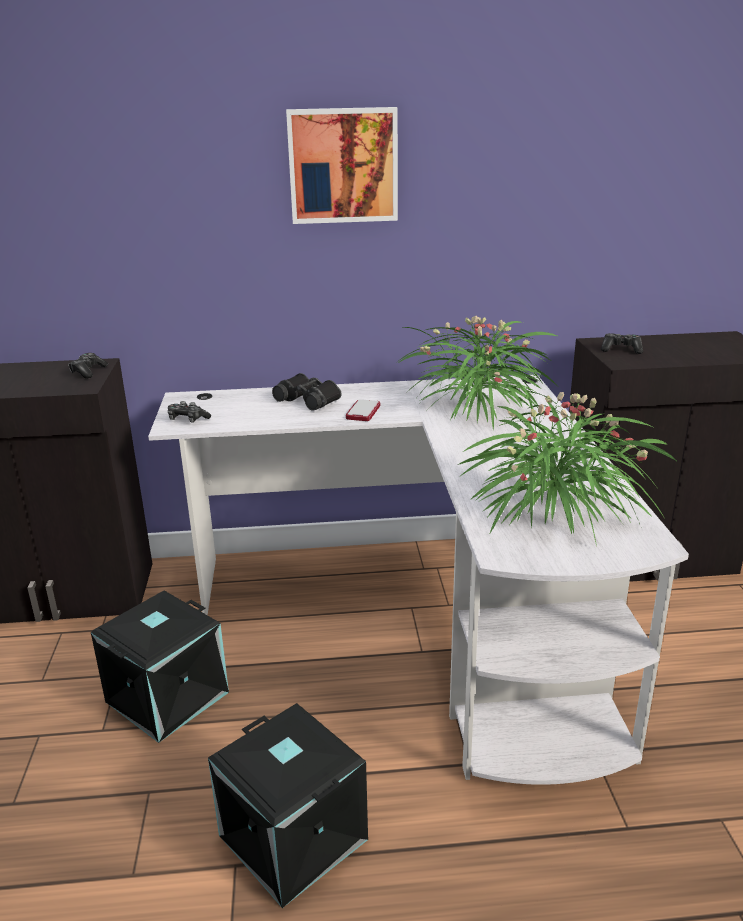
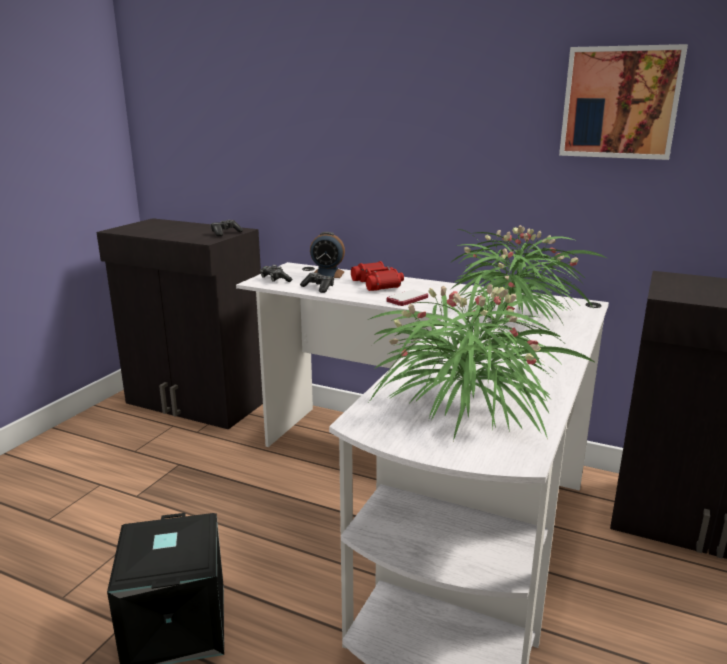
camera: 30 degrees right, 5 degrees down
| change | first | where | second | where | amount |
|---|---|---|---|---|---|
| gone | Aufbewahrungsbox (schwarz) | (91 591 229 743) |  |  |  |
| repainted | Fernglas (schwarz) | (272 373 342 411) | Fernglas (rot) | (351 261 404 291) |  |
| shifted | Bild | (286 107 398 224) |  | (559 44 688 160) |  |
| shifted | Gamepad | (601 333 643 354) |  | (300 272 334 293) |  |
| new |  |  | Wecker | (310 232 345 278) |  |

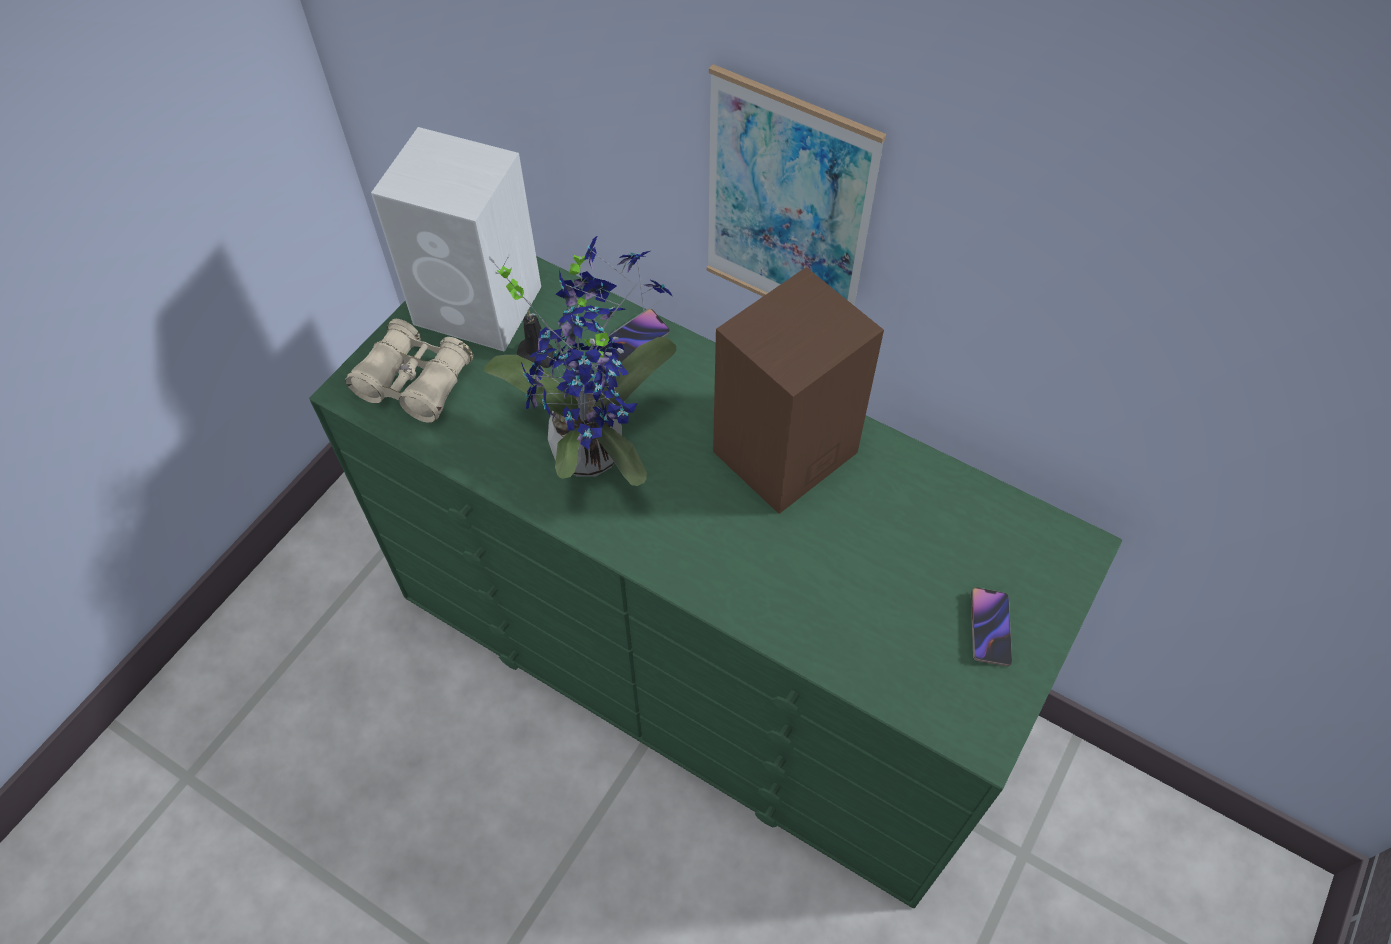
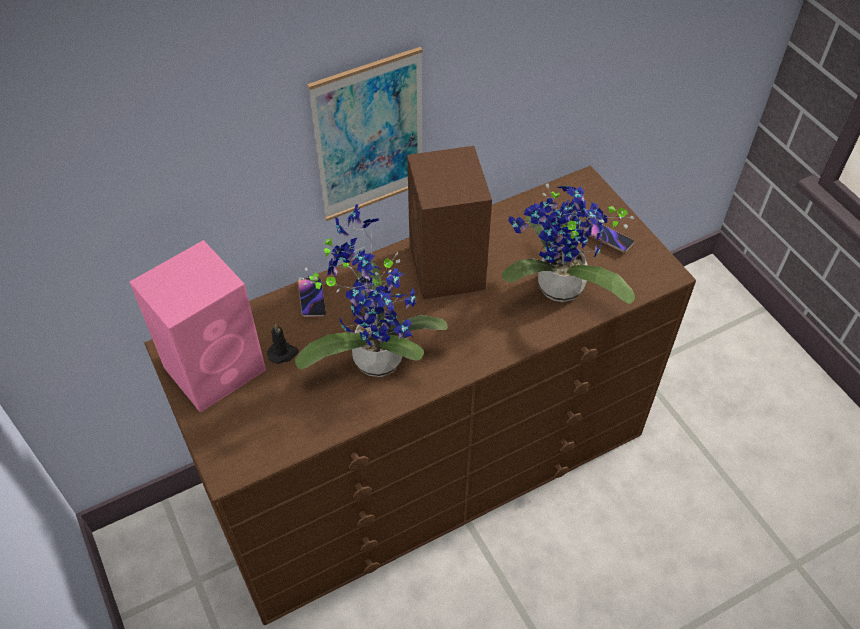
camera: 60 degrees left, 5 degrees down
| change | first | where | second | where | amount |
|---|---|---|---|---|---|
| repainted | Kommode (grün) | (309 256 1122 908) | Kommode (braun) | (144 166 696 625) |  |
| gone | Fernglas (beige) | (345 319 473 423) |  |  |  |
| repainted | Lautsprecher (weiß) | (371 127 541 352) | Lautsprecher (rosa) | (130 240 266 413) |  |
| new |  |  | Topfpflanze | (502 184 635 304) |  |

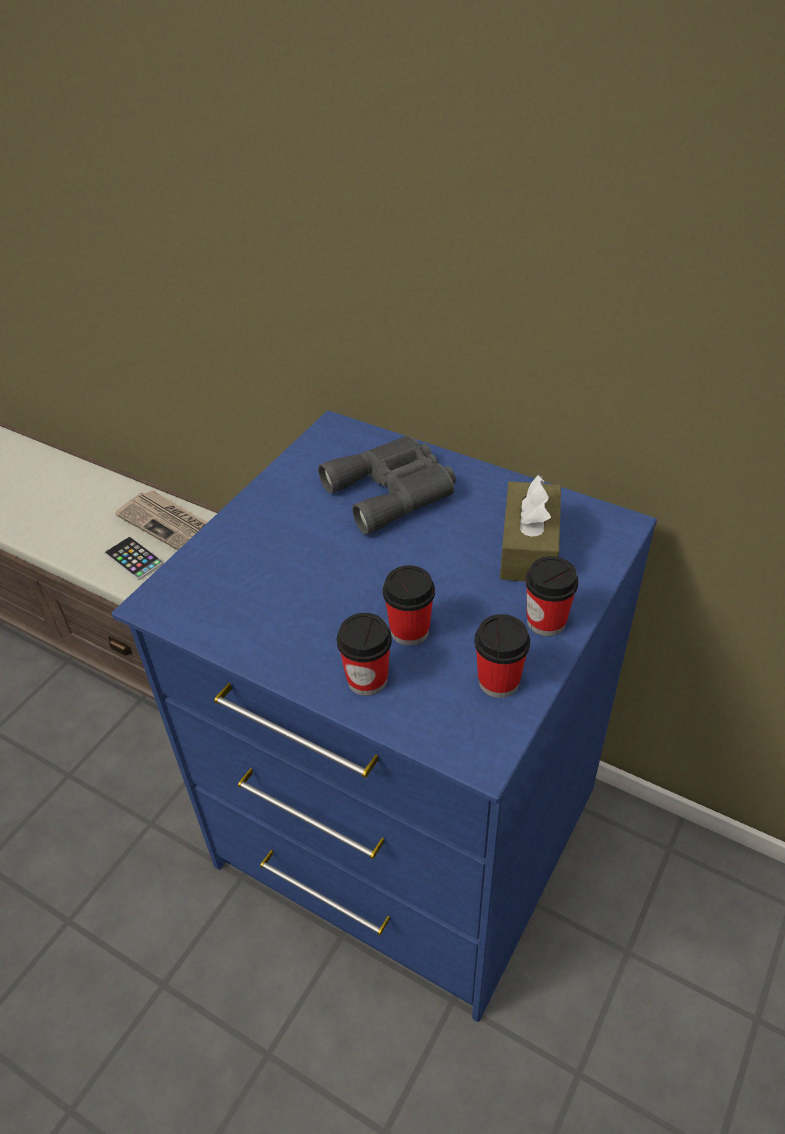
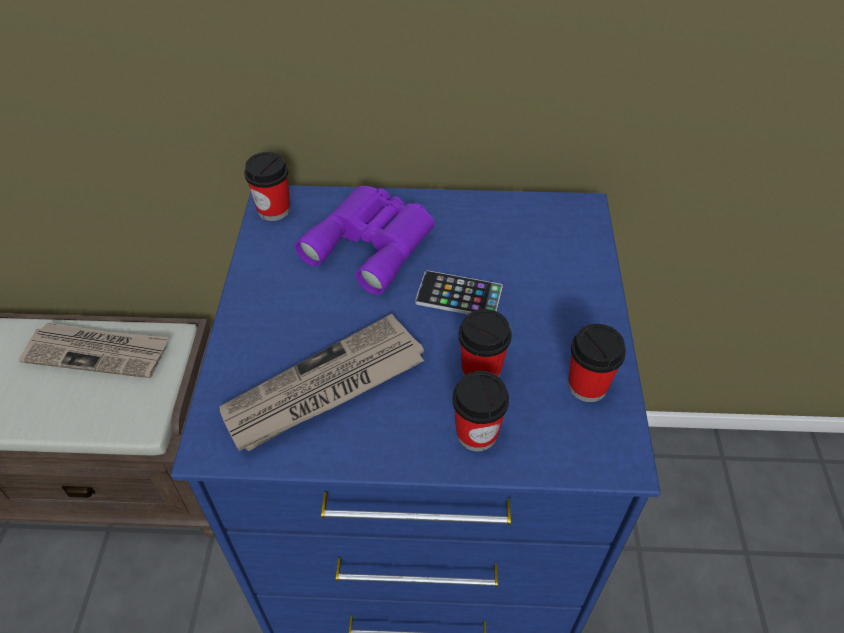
camera: 30 degrees left, 5 degrees up
| change | first | where | second | where | amount |
|---|---|---|---|---|---|
| shifted | Handy | (104 536 164 580) |  | (415 270 503 314) |  |
| repainted | Fernglas (grau) | (318 436 456 535) | Fernglas (lila) | (295 186 435 295) |  |
| gone | Taschentuchbox (braun) | (500 475 561 581) |  |  |  |
| shifted | Tasse | (525 556 579 636) |  | (244 152 290 221) |  |
| new |  |  | Zeitung | (219 314 424 451) |  |

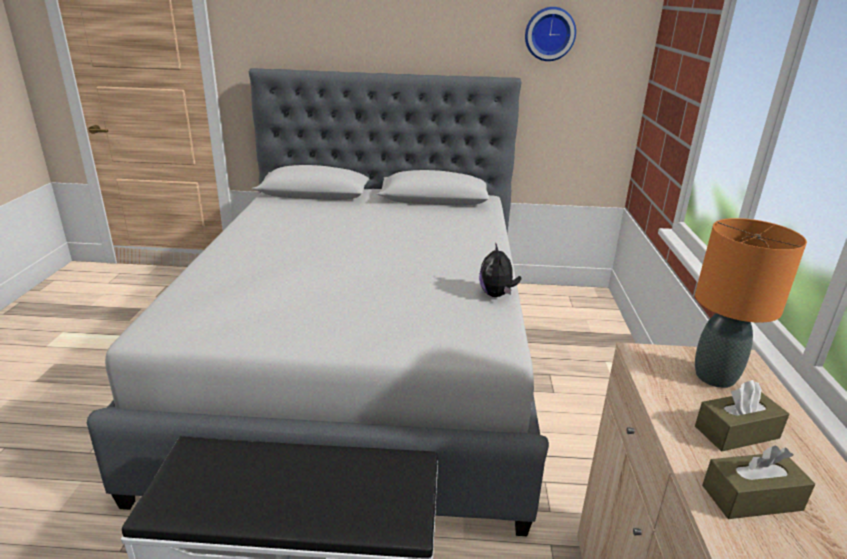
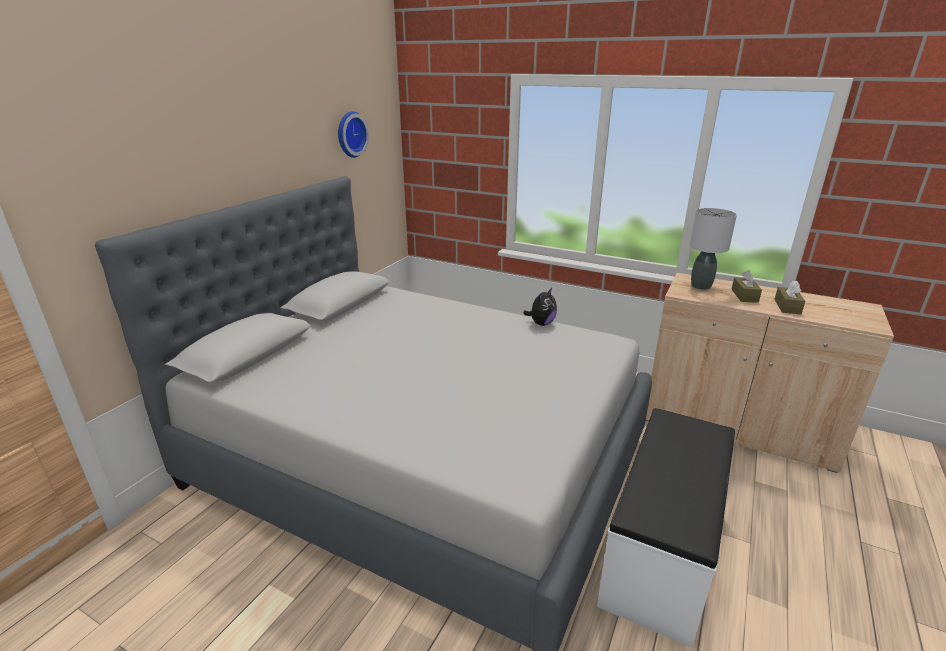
camera: 65 degrees left, 0 degrees up
| change | first | where | second | where | amount |
|---|---|---|---|---|---|
| rotated | Plüschtier | (479 242 521 297) |  | (523 288 557 326) | 75 degrees counterclockwise |
| repainted | Tischlampe (orange) | (695 218 807 388) | Tischlampe (grau) | (690 208 737 290) |  |

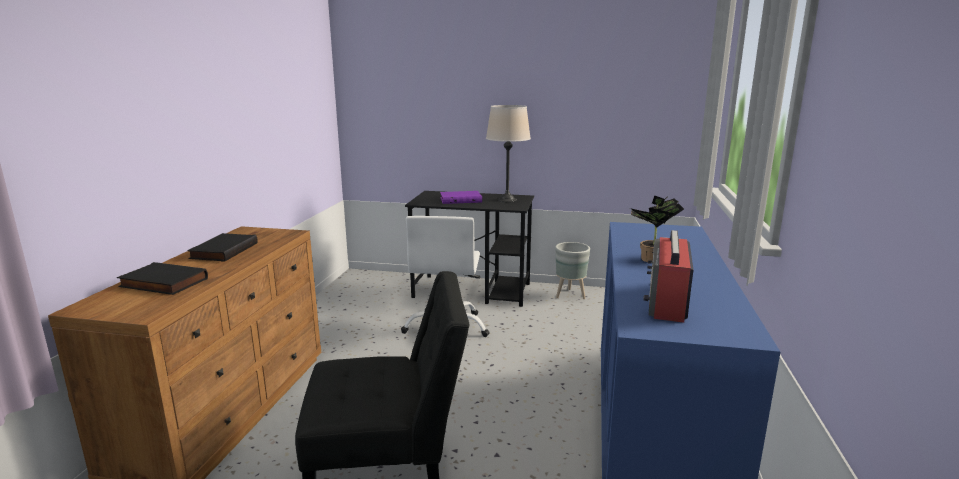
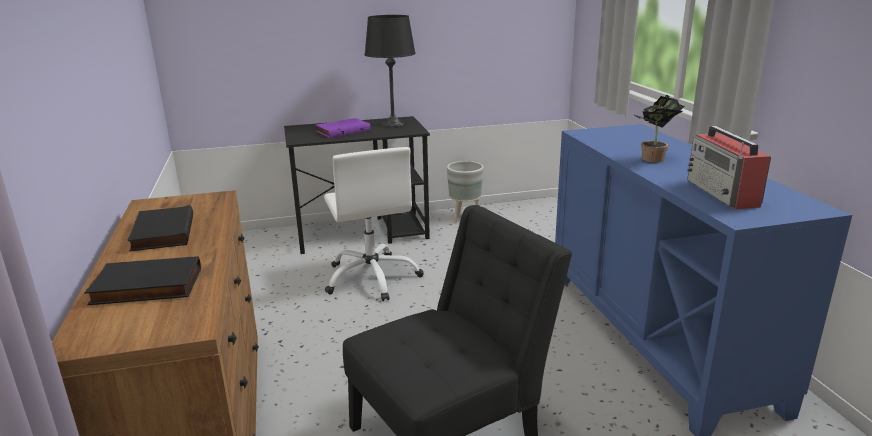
camera: 25 degrees left, 5 degrees up
| change | first | where | second | where | amount |
|---|---|---|---|---|---|
| repainted | Tischlampe (beige) | (486 105 531 202) | Tischlampe (schwarz) | (364 15 416 127) |  |

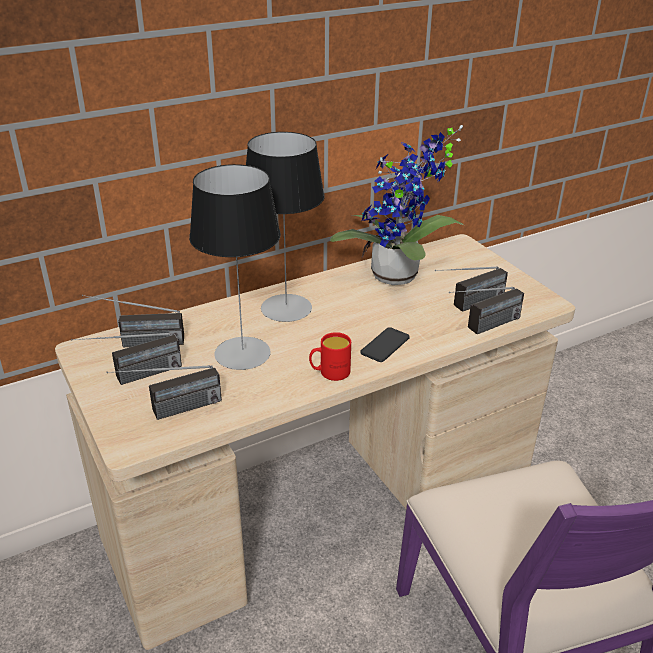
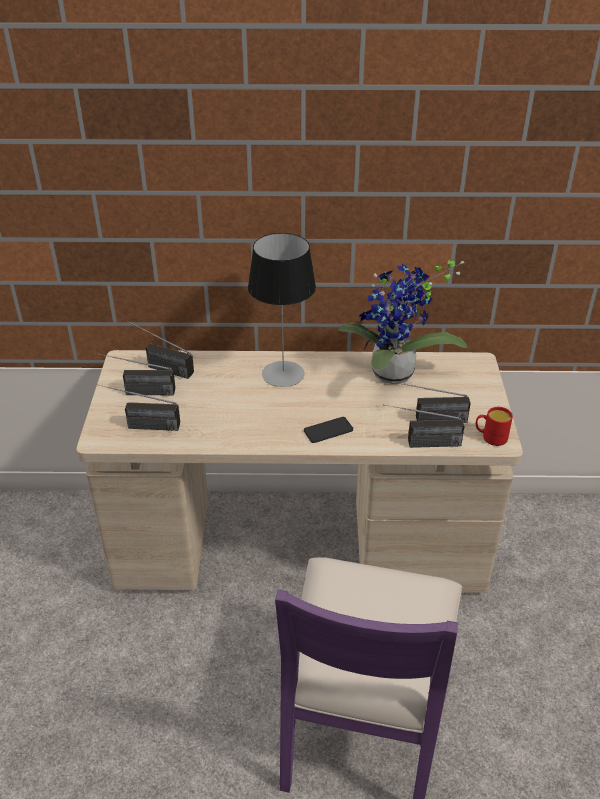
camera: 30 degrees right, 5 degrees up
| change | first | where | second | where | amount |
|---|---|---|---|---|---|
| gone | Tischlampe | (189 164 281 370) |  |  |  |
| shifted | Henkelbecher (rot) | (309 332 351 381) |  | (476 407 513 446) |  |

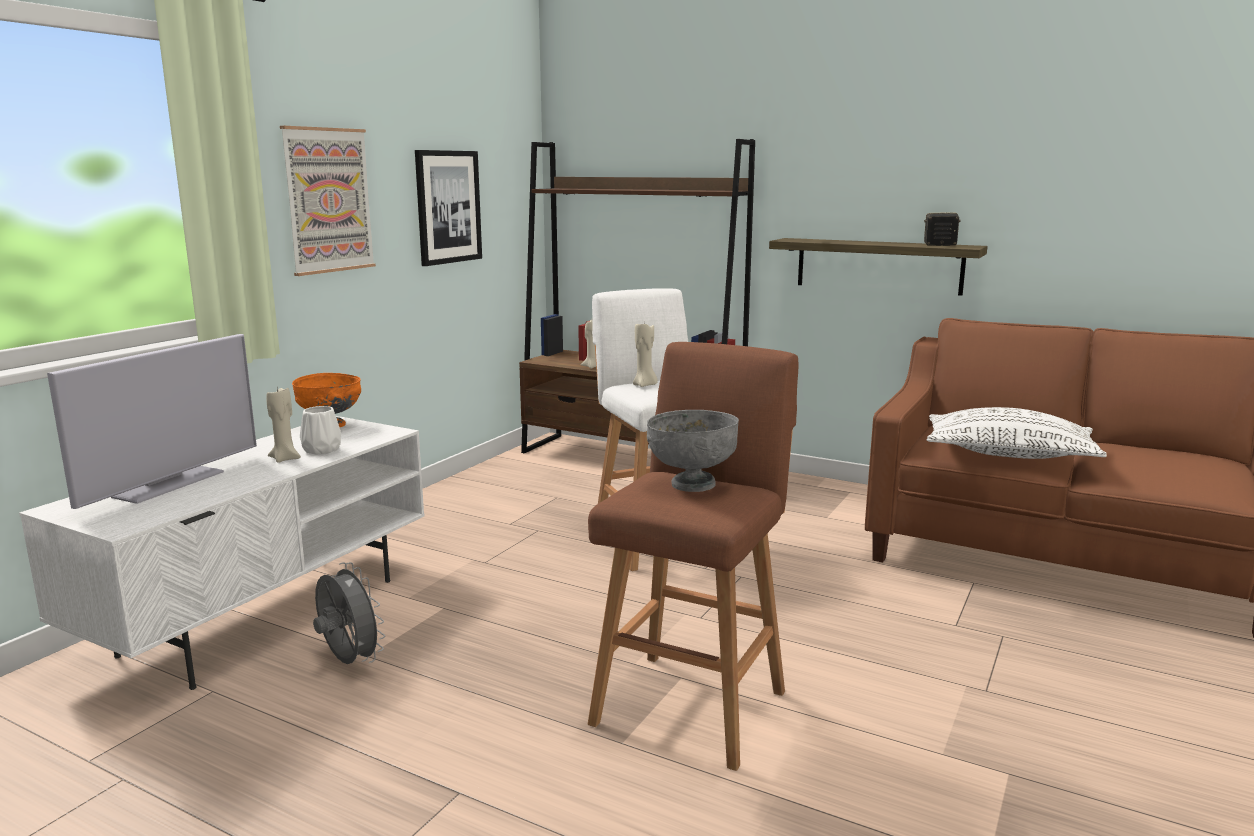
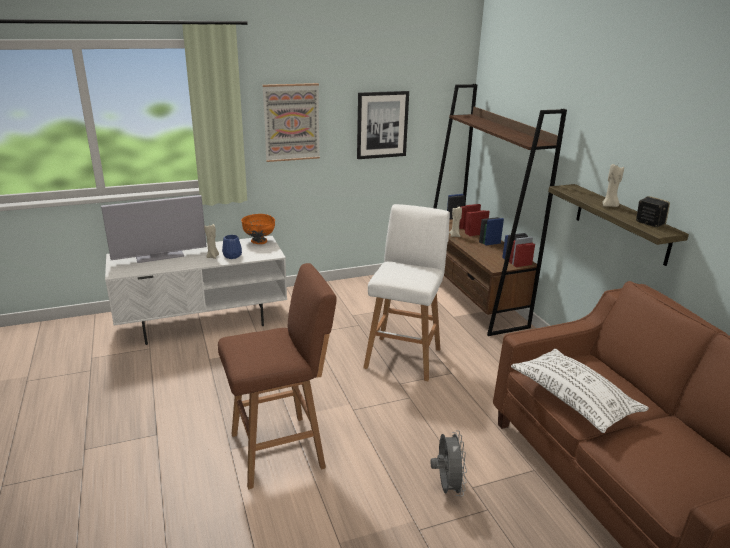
camera: 40 degrees right, 10 degrees up
| change | first | where | second | where | amount |
|---|---|---|---|---|---|
| repainted | Vase (weiß) | (300 406 341 454) | Vase (blau) | (222 235 242 259) |  |
| shifted | Ventilator (grau) | (313 562 385 664) |  | (431 430 467 496) |  |
| shifted | Kerze (beige) | (633 321 658 387) |  | (602 164 624 207) |  |
| gone | Schüssel (grau) | (647 410 739 492) |  |  |  |

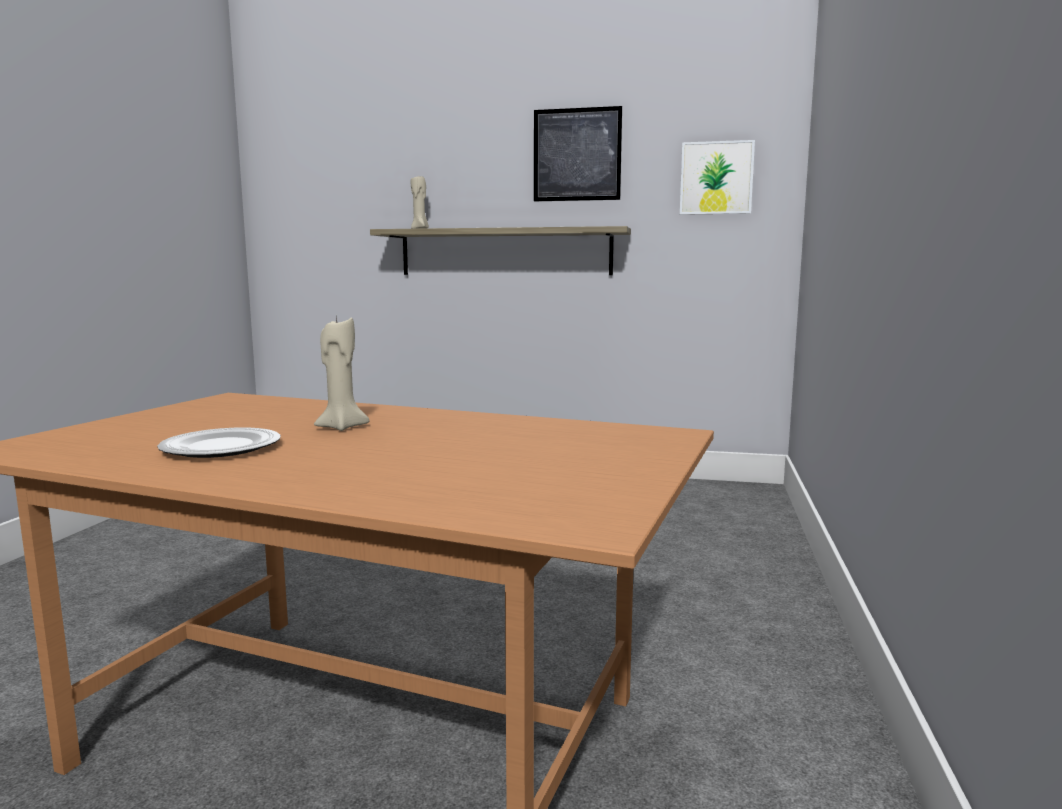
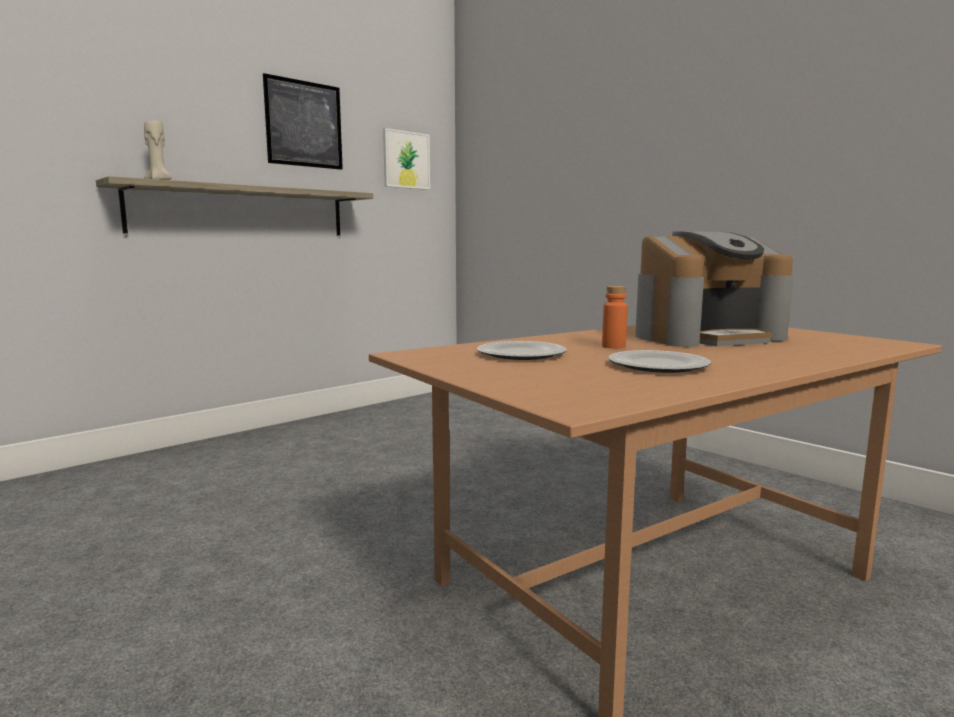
camera: 55 degrees left, 0 degrees up
| change | first | where | second | where | amount |
|---|---|---|---|---|---|
| swapped | Kerze (beige) | (314 317 370 431) | Flasche (orange) | (602 286 628 348) |  |
| new |  |  | Teller | (477 341 567 360) |  |
| new |  |  | Kaffeemaschine | (635 231 793 347) |  |

